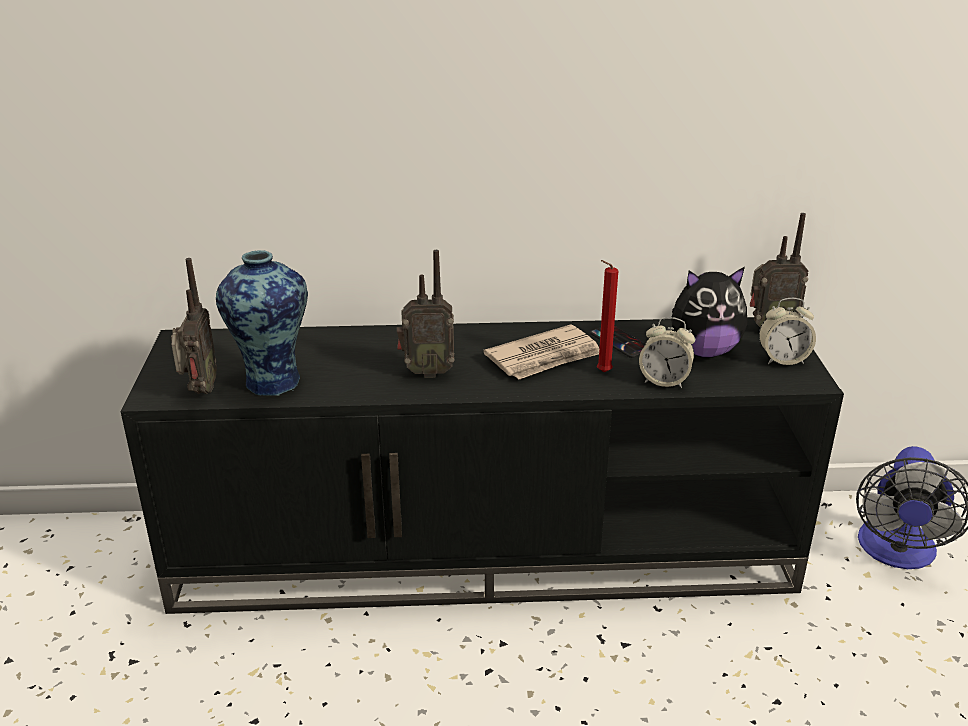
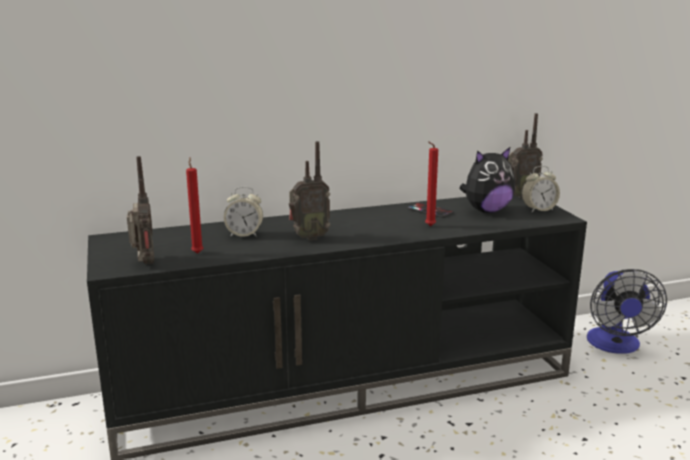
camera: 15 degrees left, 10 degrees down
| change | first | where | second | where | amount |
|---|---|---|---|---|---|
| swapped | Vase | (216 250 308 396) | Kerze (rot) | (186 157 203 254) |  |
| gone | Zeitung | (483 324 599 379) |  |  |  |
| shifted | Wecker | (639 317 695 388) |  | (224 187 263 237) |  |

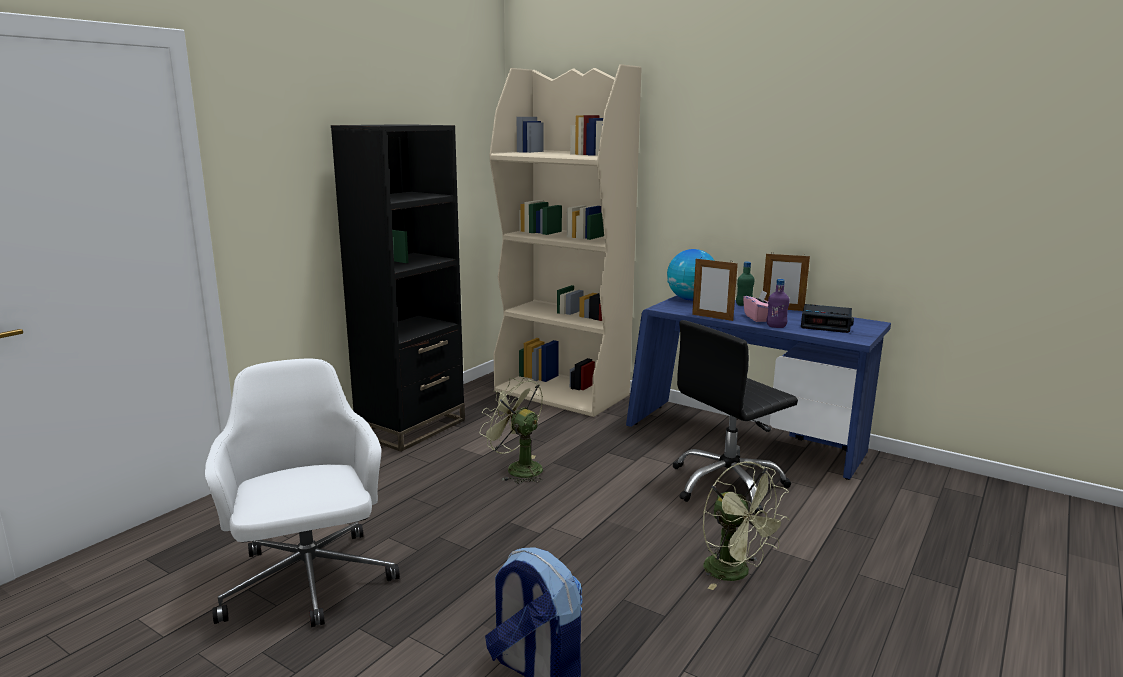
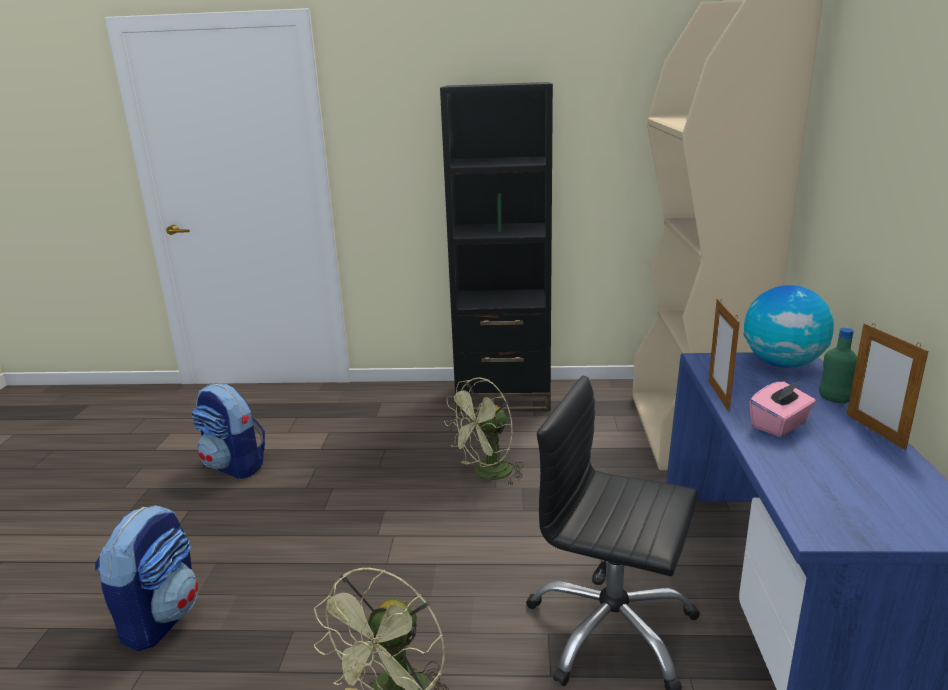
camera: 60 degrees right, 5 degrees up
| change | first | where | second | where | amount |
|---|---|---|---|---|---|
| swapped | Bürostuhl (weiß) | (205 359 400 627) | Rucksack | (191 384 265 479) |  |
| rotated | Ventilator (grün) | (479 378 543 484) |  | (444 378 524 486) | 135 degrees counterclockwise |
| gone | Flasche (lila) | (766 279 789 328) |  |  |  |
| gone | Wecker | (801 304 854 333) |  |  |  |

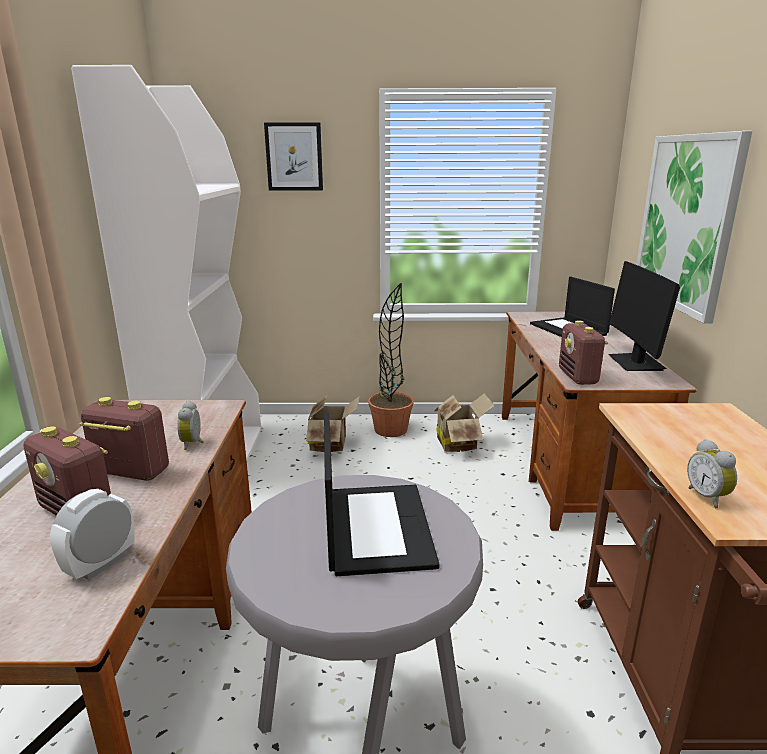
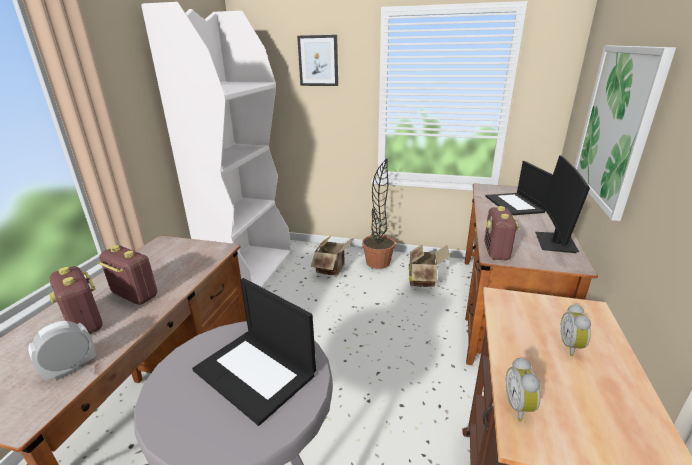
camera: 15 degrees right, 5 degrees up
| change | first | where | second | where | amount |
|---|---|---|---|---|---|
| shifted | Wecker | (177 401 204 450) |  | (560 304 591 356) |  |
| rotated | Laptop | (324 413 439 576) |  | (192 278 316 426) | 120 degrees clockwise |

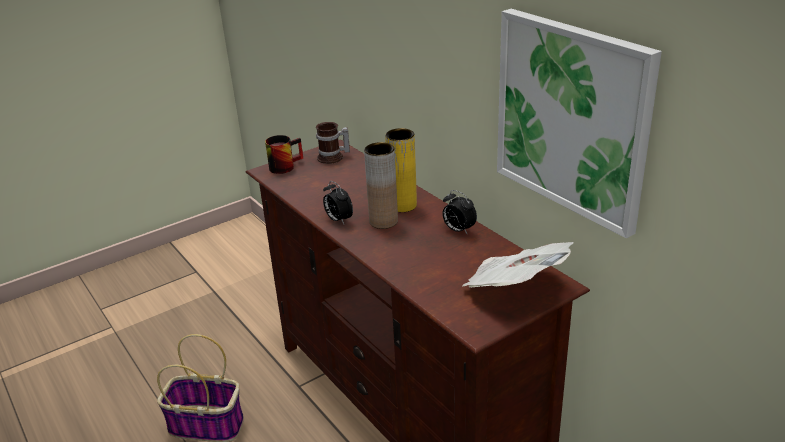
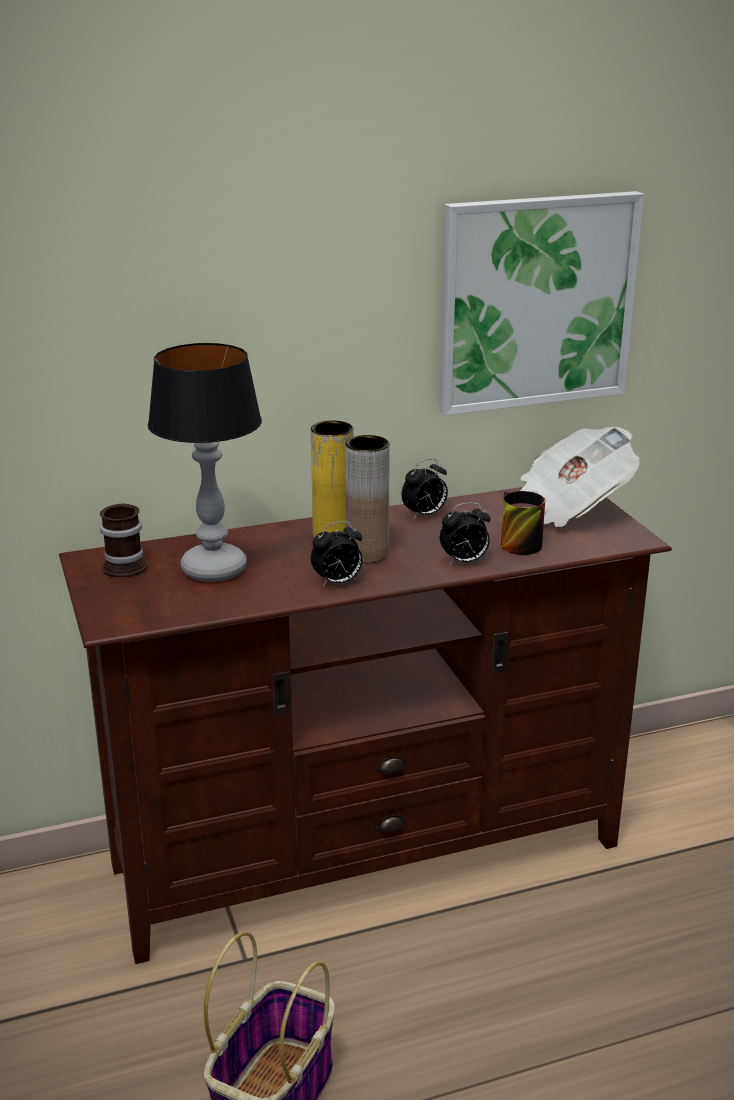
camera: 75 degrees left, 5 degrees down
| change | first | where | second | where | amount |
|---|---|---|---|---|---|
| shifted | Henkelbecher | (265 135 303 174) |  | (501 491 545 555) |  |
| new |  |  | Tischlampe | (148 343 262 582) |  |
| new |  |  | Wecker | (440 502 491 565) |  |

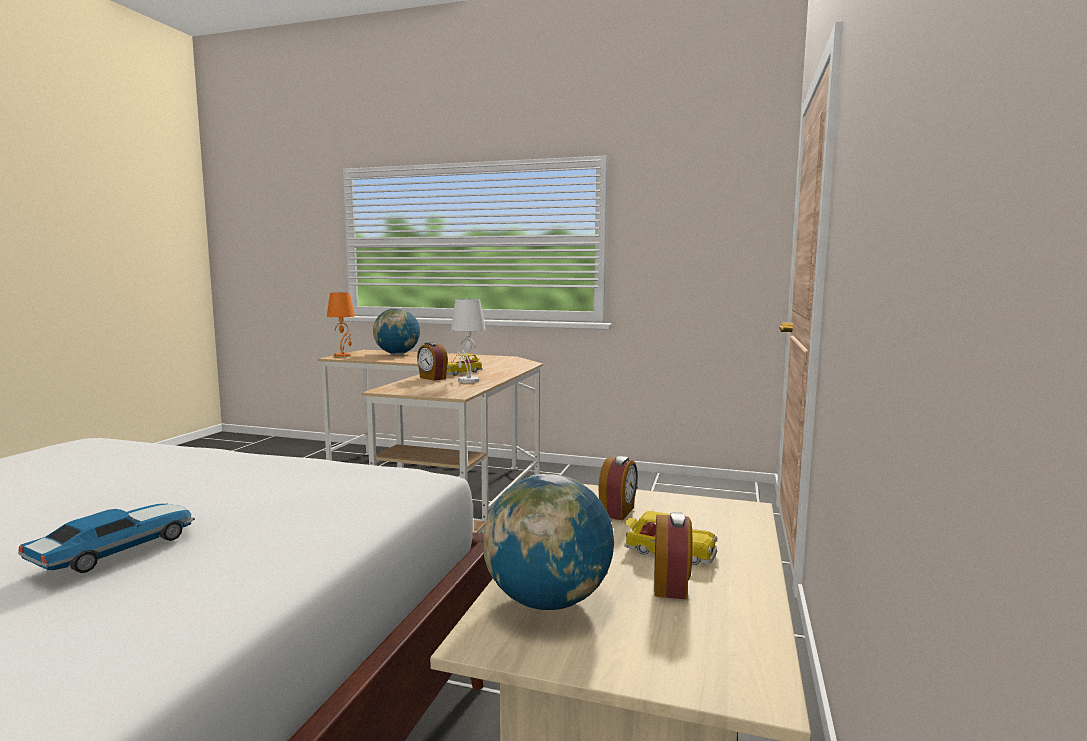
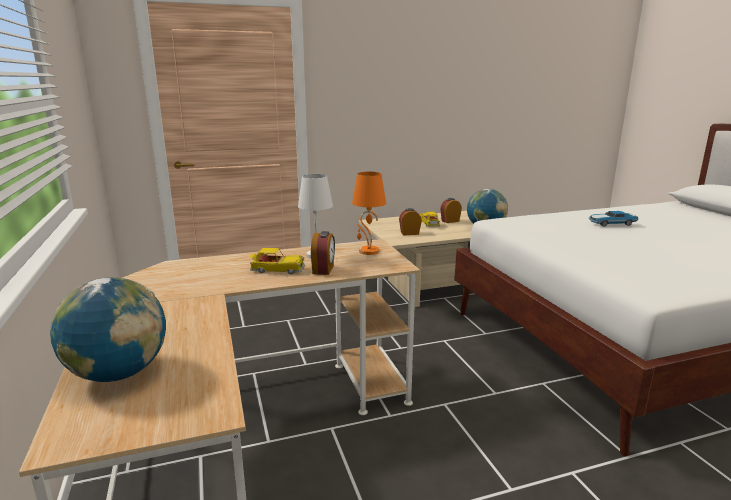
camera: 125 degrees left, 10 degrees up
| change | first | where | second | where | amount |
|---|---|---|---|---|---|
| shifted | Tischlampe (orange) | (327 293 355 357) |  | (352 172 386 255) |  |

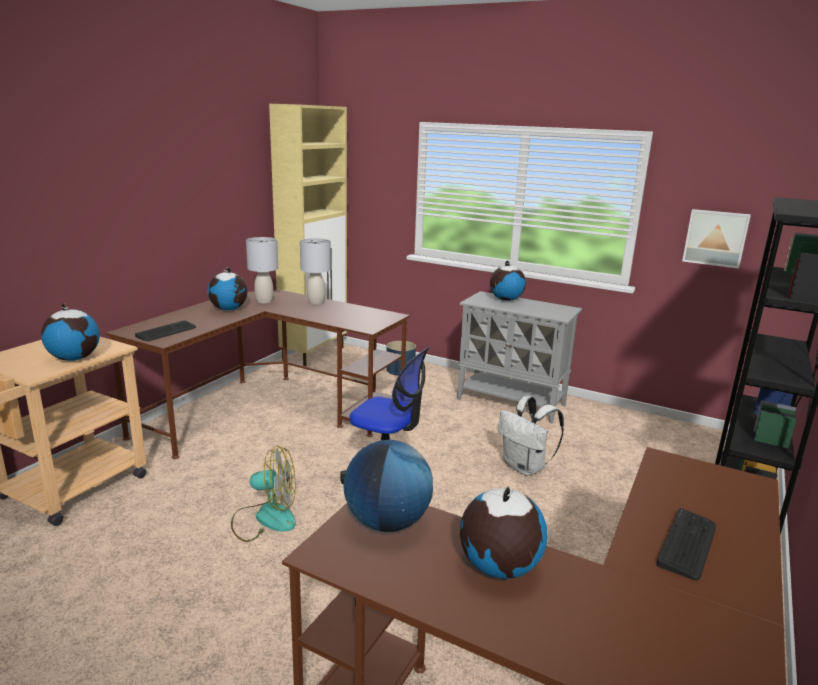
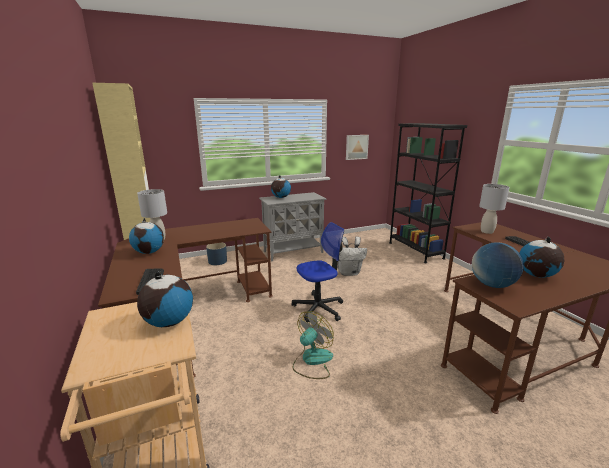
camera: 50 degrees left, 0 degrees up
| change | first | where | second | where | amount |
|---|---|---|---|---|---|
| shifted | Tischlampe (grau) | (300 238 331 305) |  | (479 184 510 234) |  |

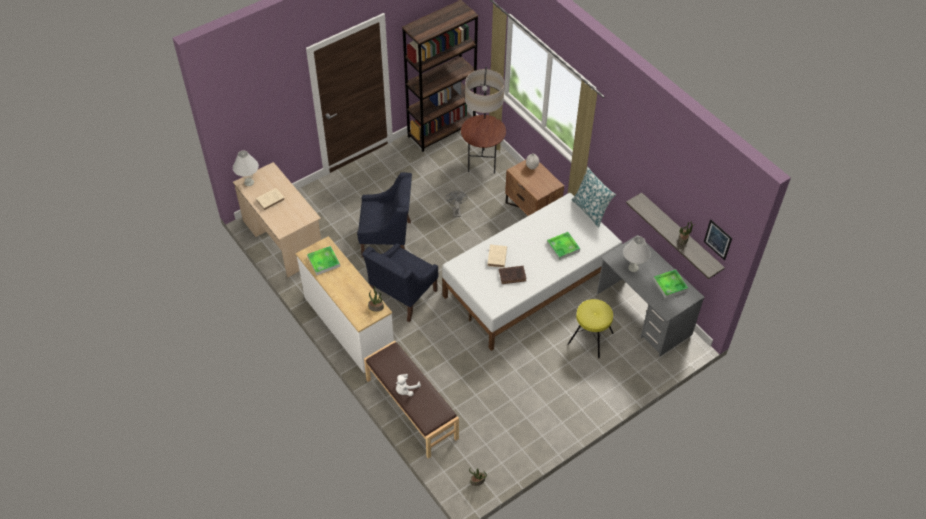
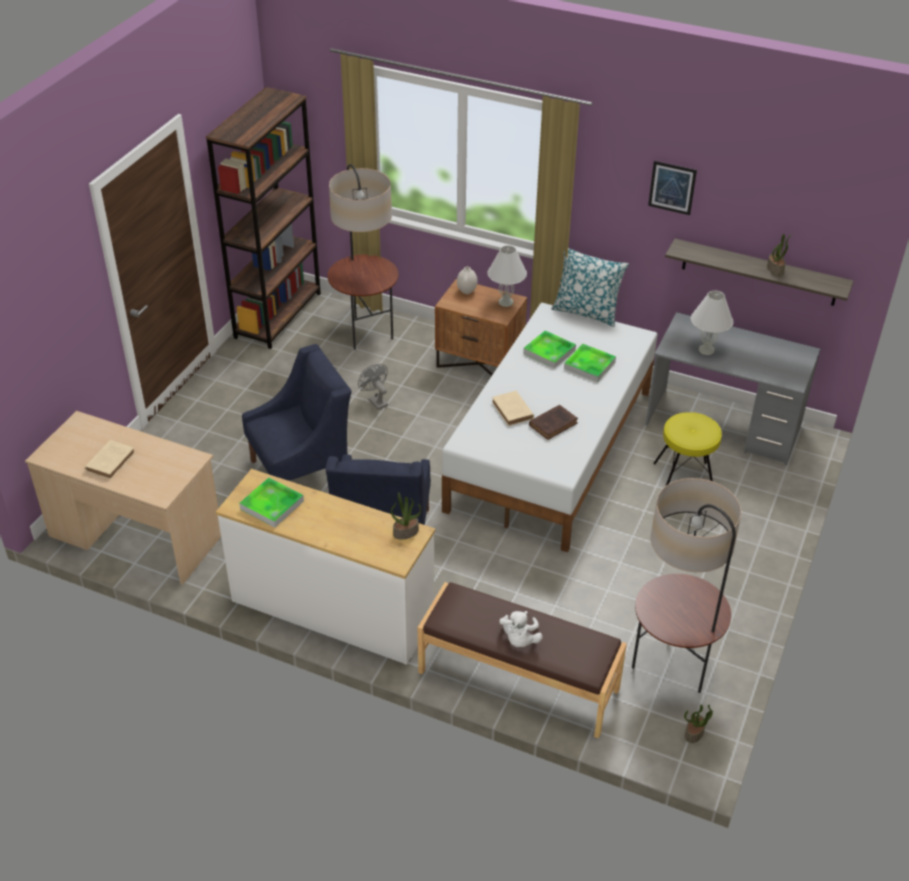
camera: 30 degrees left, 10 degrees down
| change | first | where | second | where | amount |
|---|---|---|---|---|---|
| shifted | Tischlampe (weiß) | (233 150 259 186) |  | (488 245 527 307) |  |
| shifted | Tablett | (653 269 688 299) |  | (523 330 576 368) |  |
| shifted | Bild | (704 219 732 260) |  | (648 161 697 215) |  |
| new |  |  | Stehlampe | (632 478 741 693) |  |

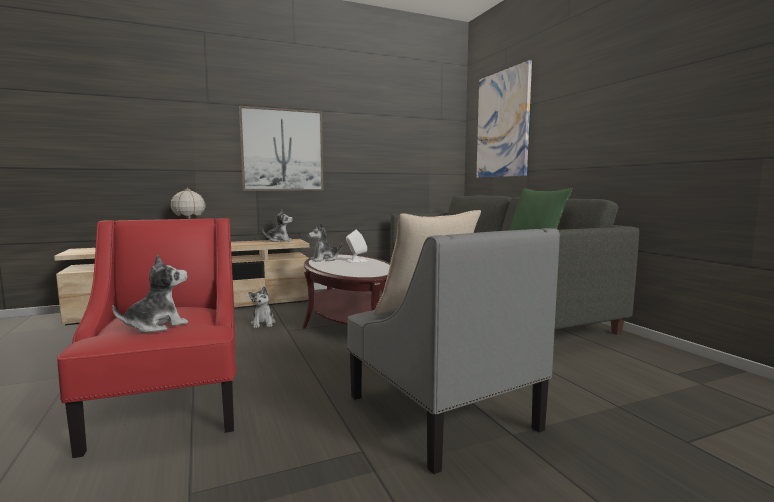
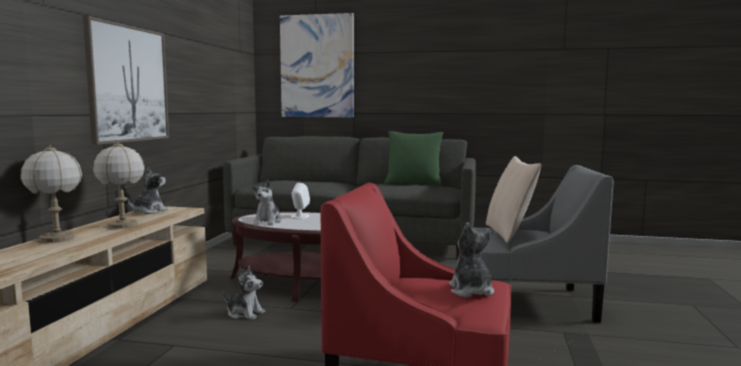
camera: 55 degrees left, 0 degrees up
| change | first | where | second | where | amount |
|---|---|---|---|---|---|
| new |  |  | Tischlampe | (92 141 145 229) |  |

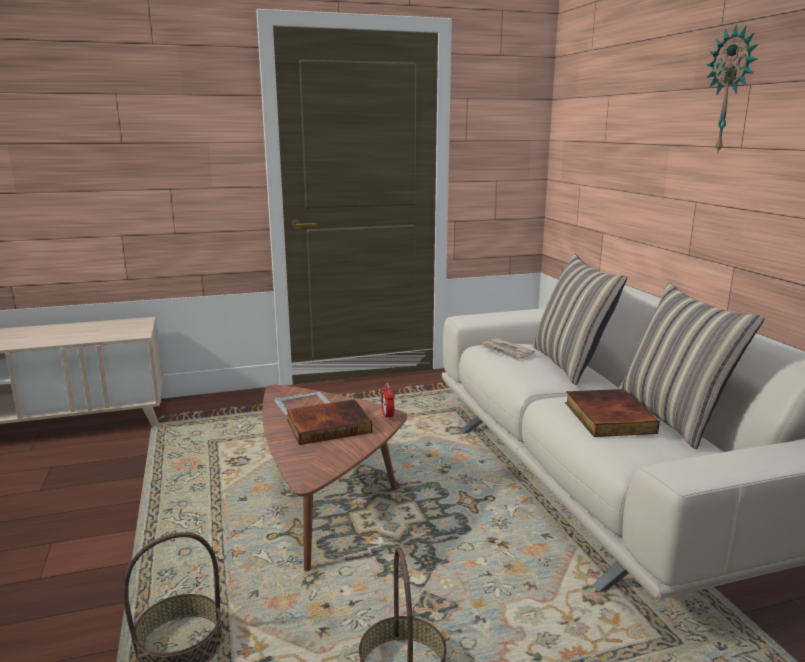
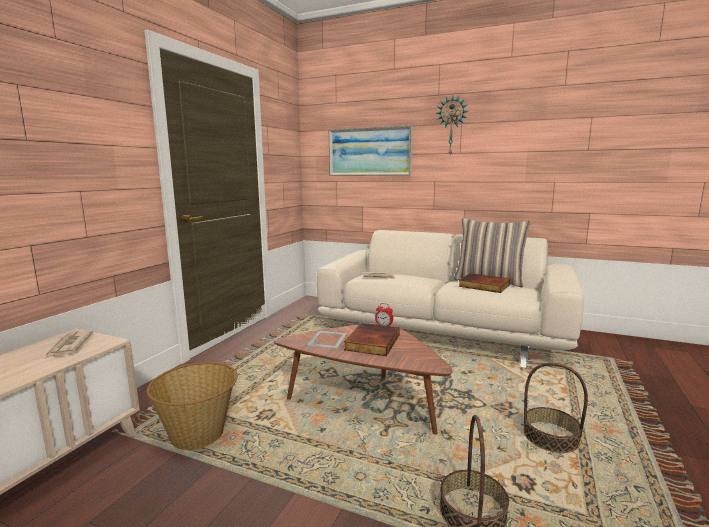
camera: 50 degrees left, 5 degrees down
| change | first | where | second | where | amount |
|---|---|---|---|---|---|
| gone | Kissen | (533 254 627 385) |  |  |  |
| new |  |  | Zeitung | (45 330 93 359) |  |
| new |  |  | Korb | (147 362 238 450) |  |
| new |  |  | Bild | (329 125 412 176) |  |

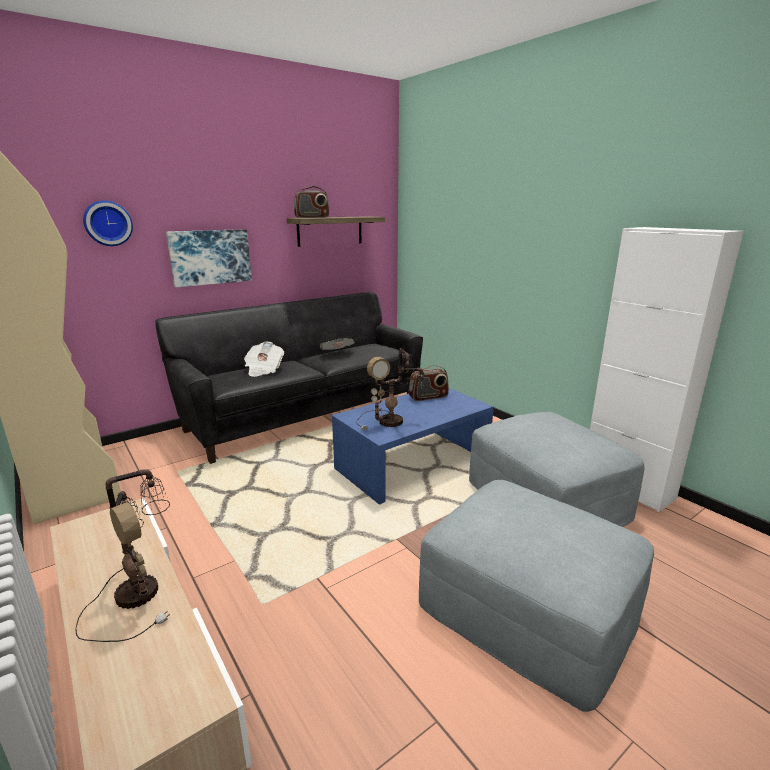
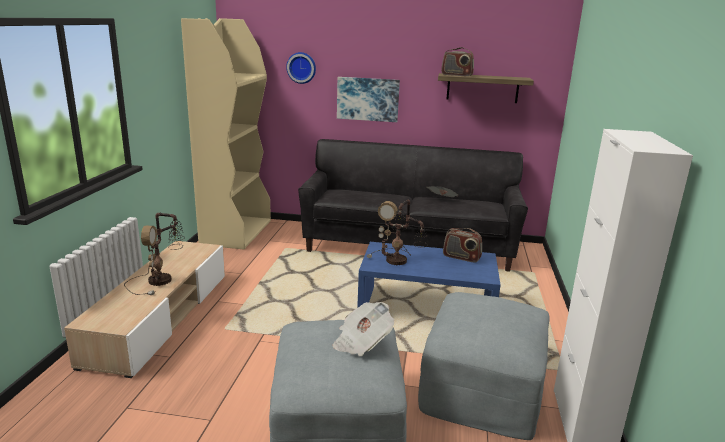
camera: 45 degrees right, 0 degrees up
| change | first | where | second | where | amount |
|---|---|---|---|---|---|
| shifted | Zeitung | (244 342 284 377) |  | (332 302 394 356) |  |

